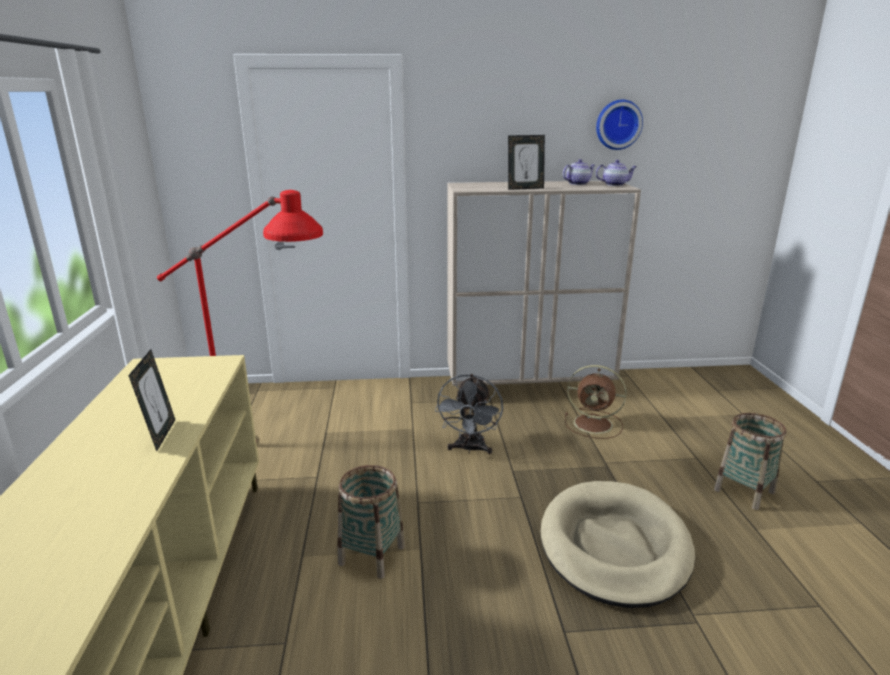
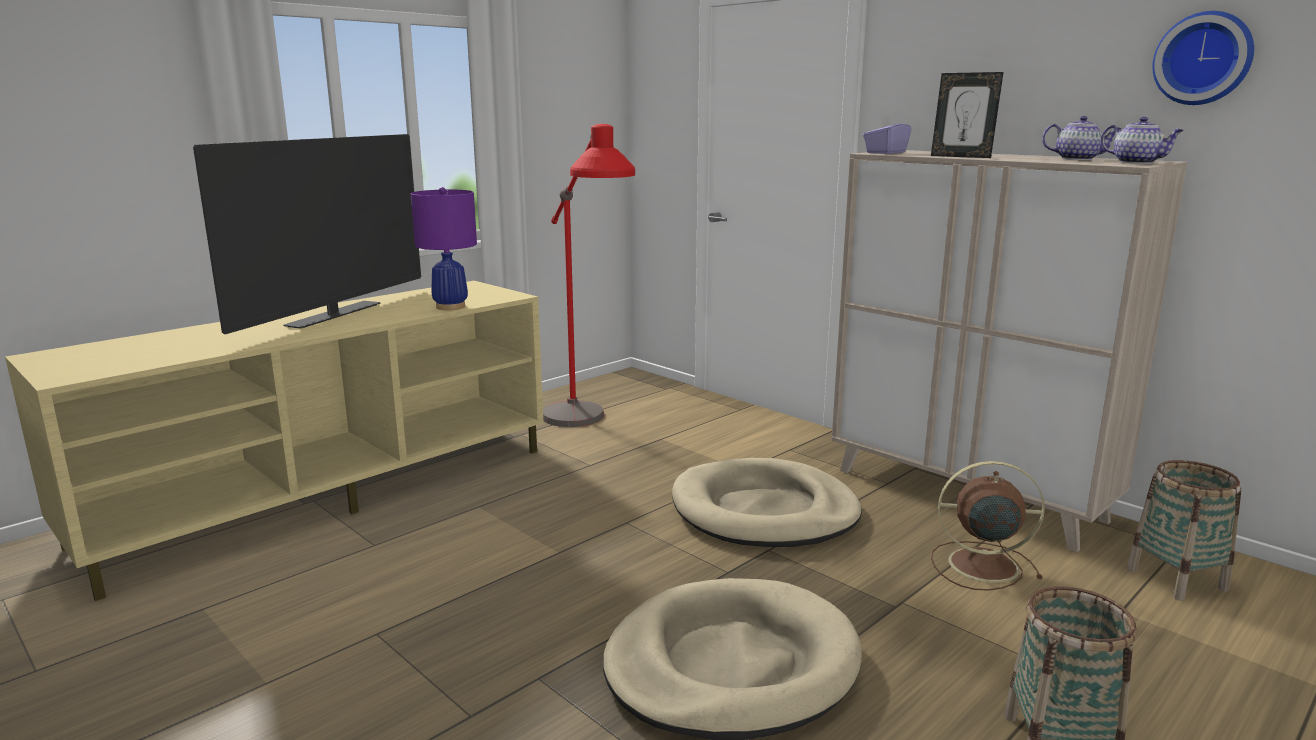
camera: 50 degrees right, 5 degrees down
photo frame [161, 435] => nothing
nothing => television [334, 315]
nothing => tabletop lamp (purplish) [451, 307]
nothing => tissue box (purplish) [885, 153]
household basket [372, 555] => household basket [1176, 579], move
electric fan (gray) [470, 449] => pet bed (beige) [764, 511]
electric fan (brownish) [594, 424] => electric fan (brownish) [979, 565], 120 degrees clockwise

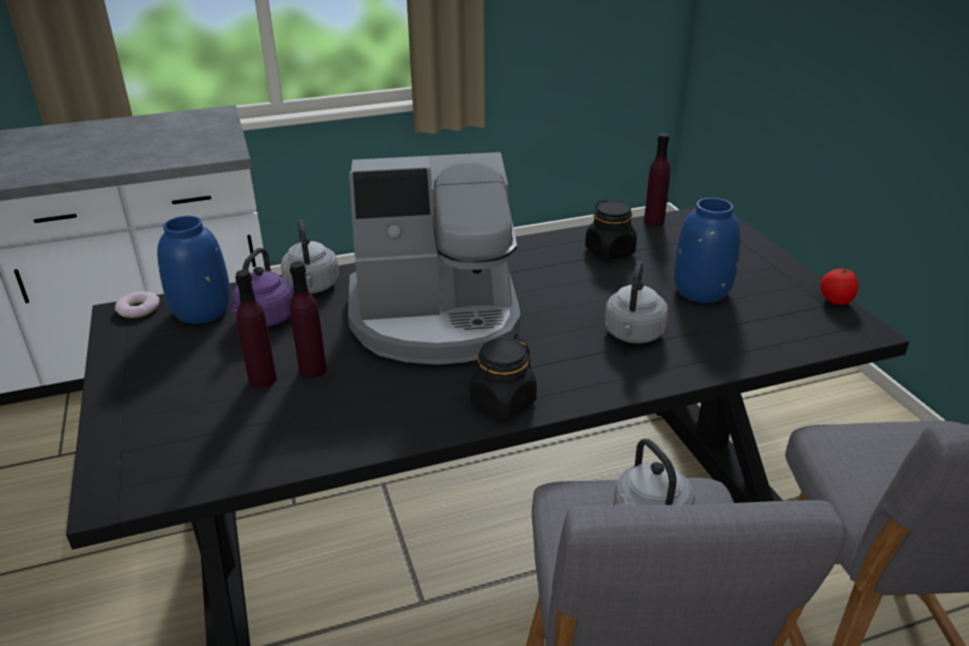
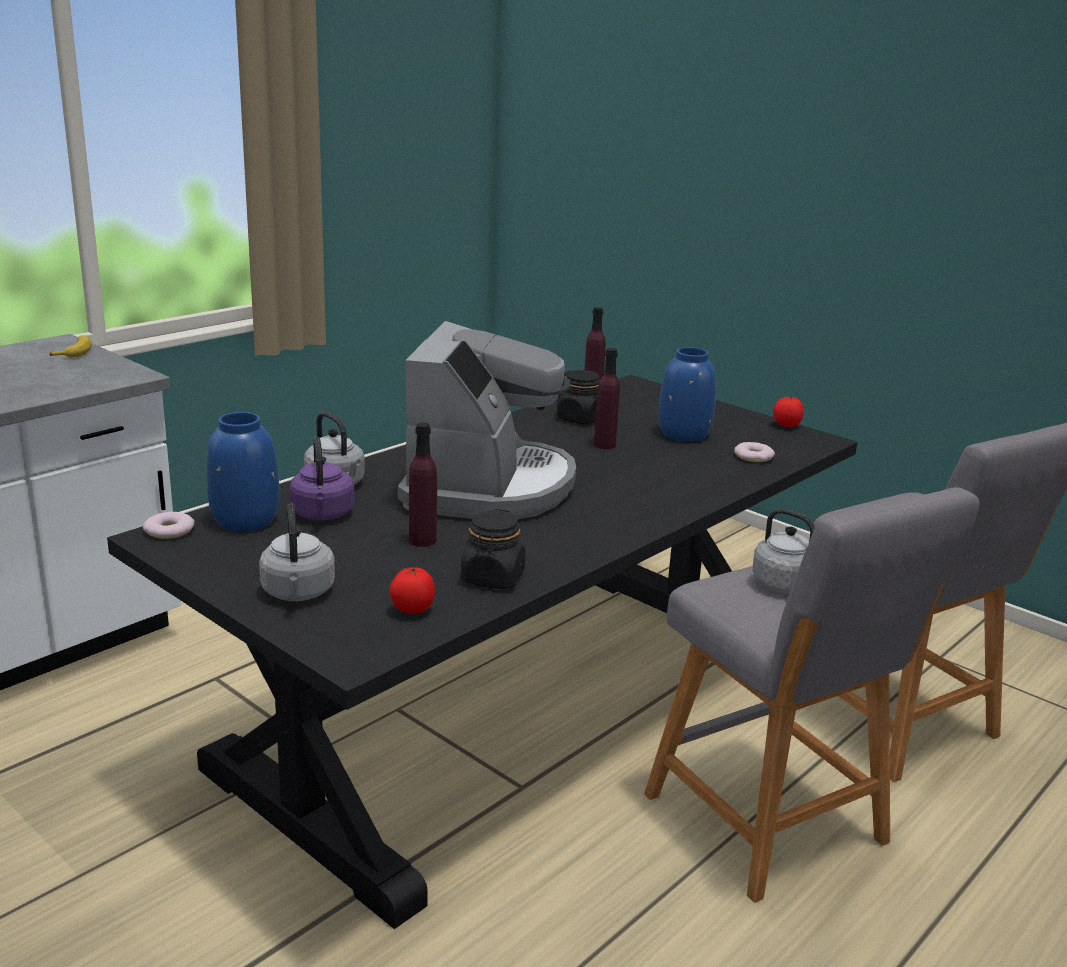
camera: 30 degrees left, 10 degrees down
nothing => banana [74, 352]
nothing => tomato [412, 610]
nothing => ring doughnut [753, 456]
bottle (purplish) [262, 379] => bottle (purplish) [604, 445], move
preserve jar (black) [502, 402] => preserve jar (black) [492, 578], move
tea kettle (gray) [633, 335] => tea kettle (gray) [298, 593], move
coffee machine [436, 318] => coffee machine [488, 487], 45 degrees counterclockwise

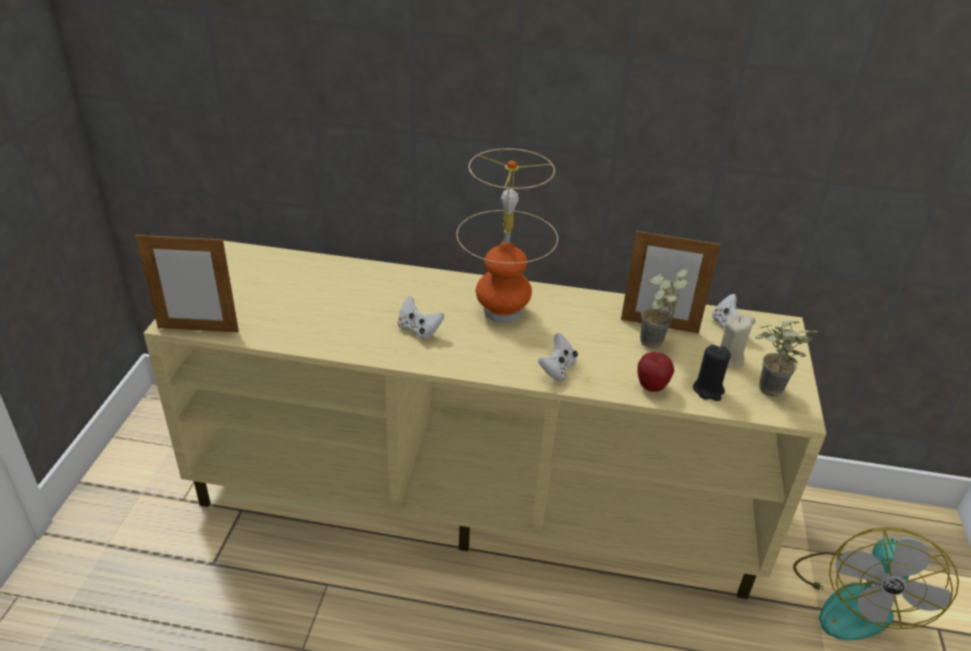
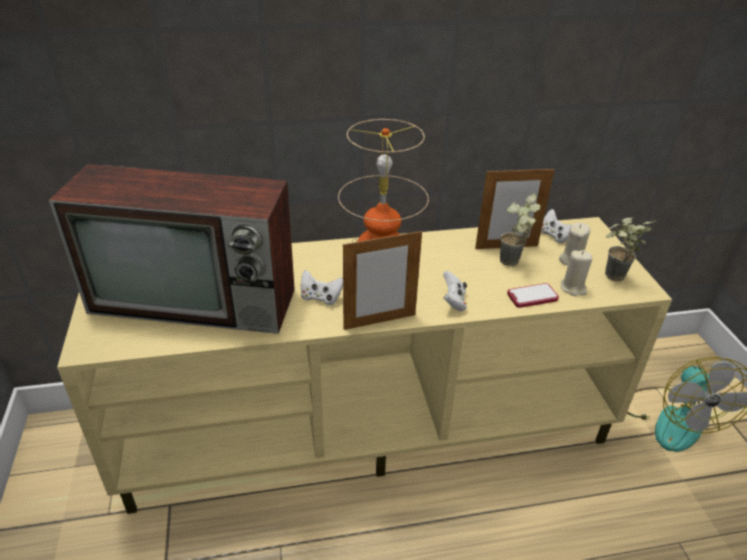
camera: 20 degrees left, 0 degrees up
nothing => television [198, 301]
photo frame [198, 329] => photo frame [379, 321], move
apple [651, 387] => phone [532, 297]
wax light (black) [708, 390] => wax light (beige) [573, 288]

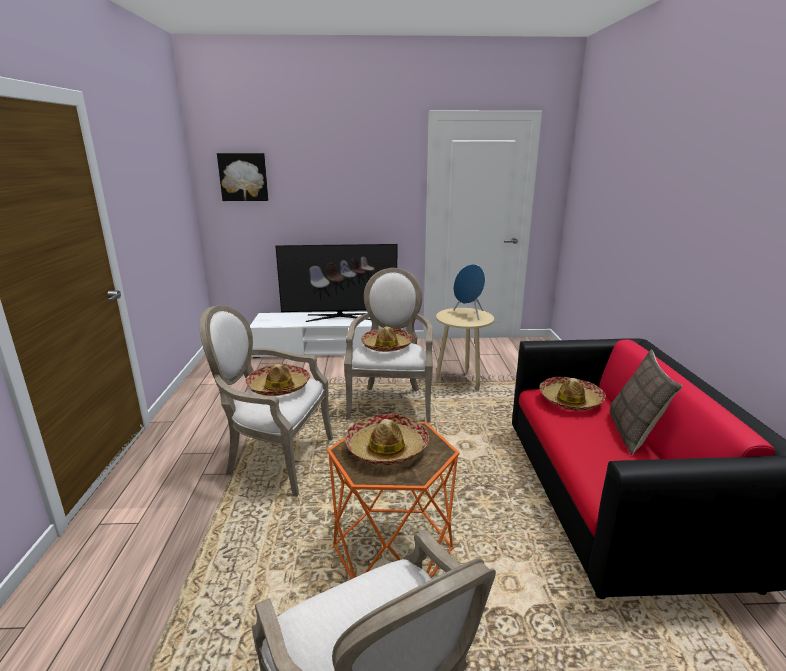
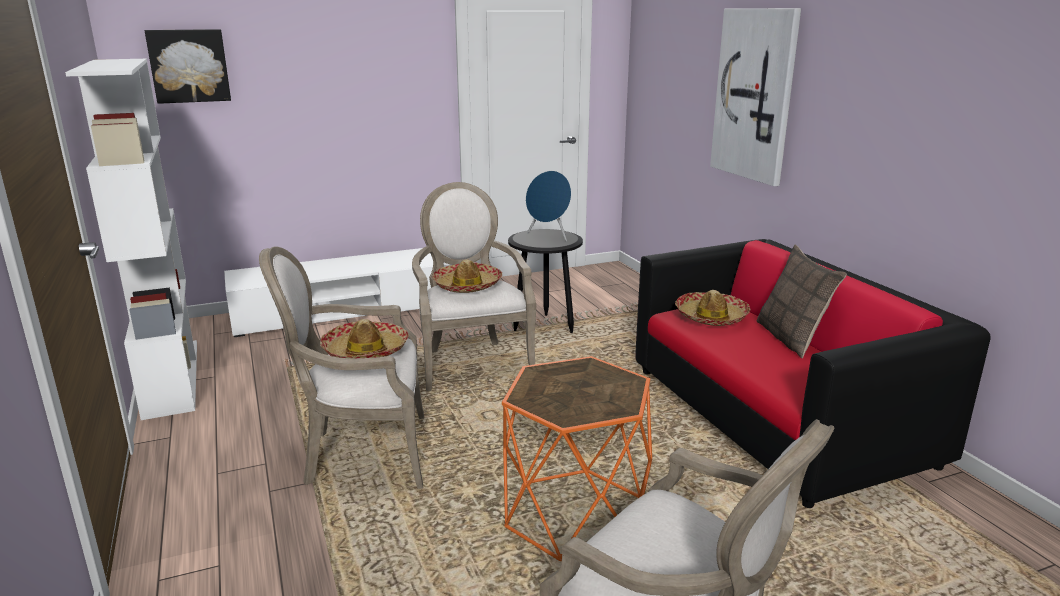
camera: 20 degrees left, 0 degrees up
television [339, 317] => nothing
hat [387, 448] => nothing
nothing => shelving unit (white) [170, 377]
nothing => wall art [755, 95]
end table (beige) [461, 381] => end table (black) [544, 325]

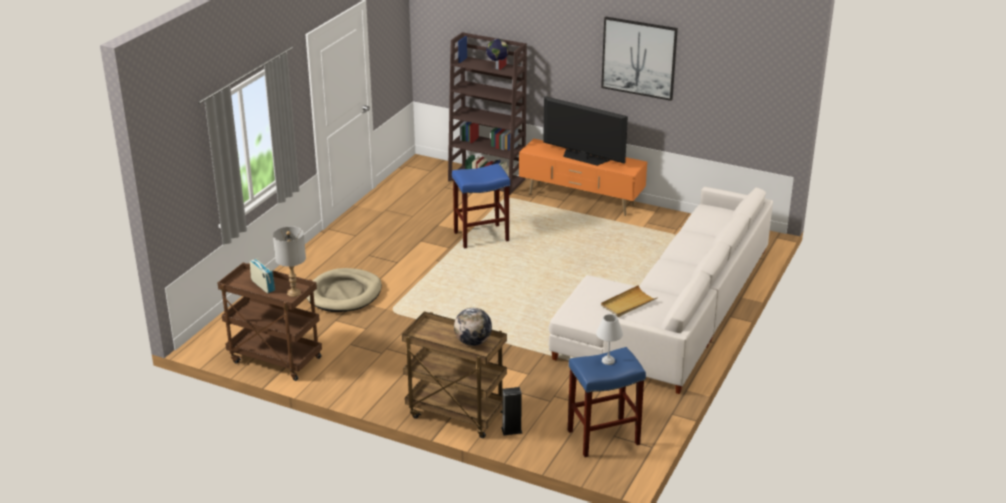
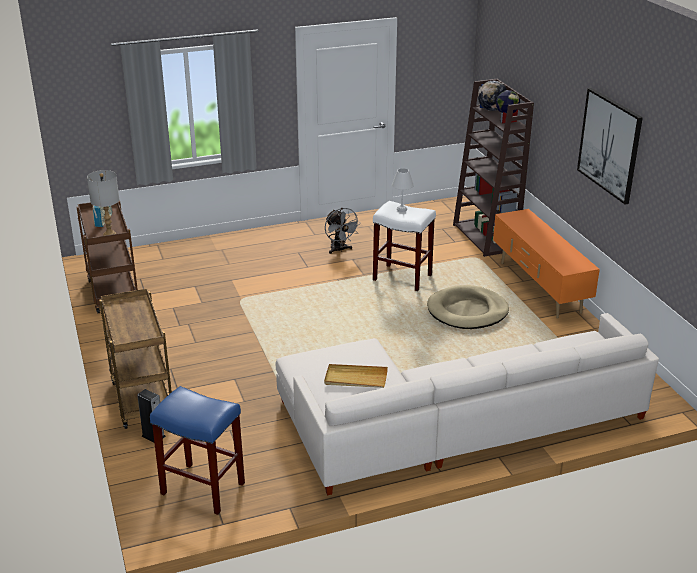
camera: 45 degrees right, 0 degrees up
television [584, 158] => nothing
nothing => electric fan (gray) [339, 250]
pet bed (beige) [344, 294] => pet bed (beige) [467, 311], move
desk globe [473, 342] => desk globe [491, 110], move
tabletop lamp (white) [608, 361] => tabletop lamp (white) [401, 209], move
stool (blue) [480, 237] => stool (white) [401, 278]

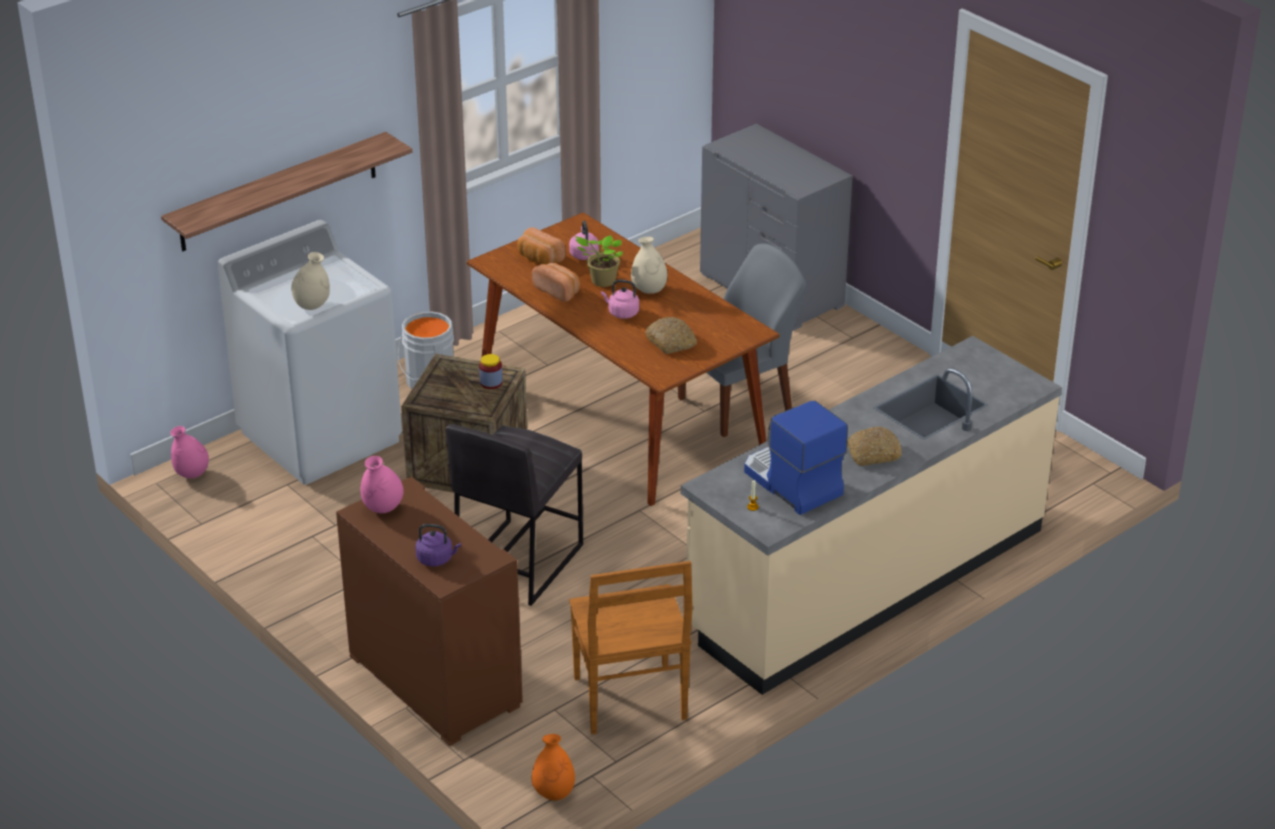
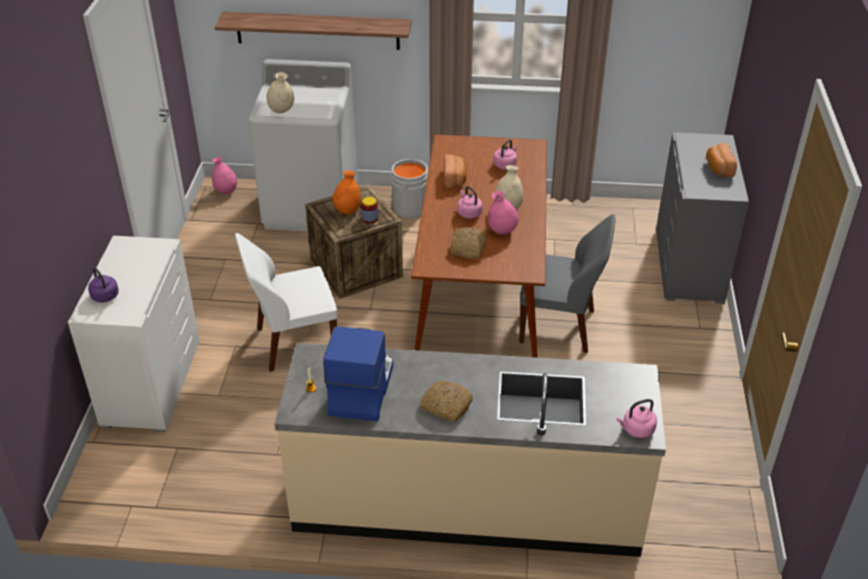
camera: 45 degrees right, 5 degrees up
chair (brownish) [630, 701] => nothing
plant in a pot [601, 281] => nothing
nothing => tea kettle (pink) [636, 430]
vase (pink) [382, 508] => vase (pink) [502, 231], move
bread [539, 258] => bread [718, 168], move
vase (orangey) [554, 793] => vase (orangey) [347, 210], move
stool (gray) [517, 562] => chair (white) [294, 343]
drawer chest (brownish) [433, 681] => drawer chest (white) [150, 383]

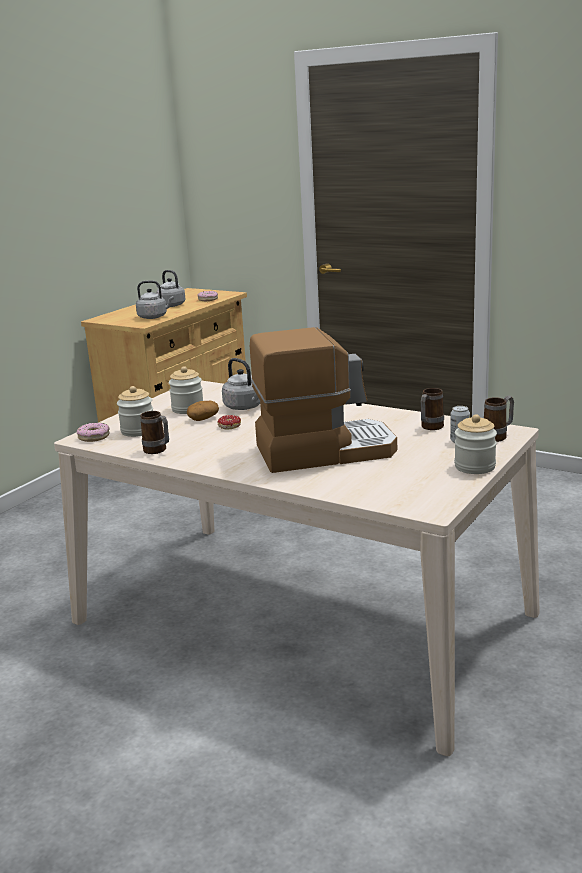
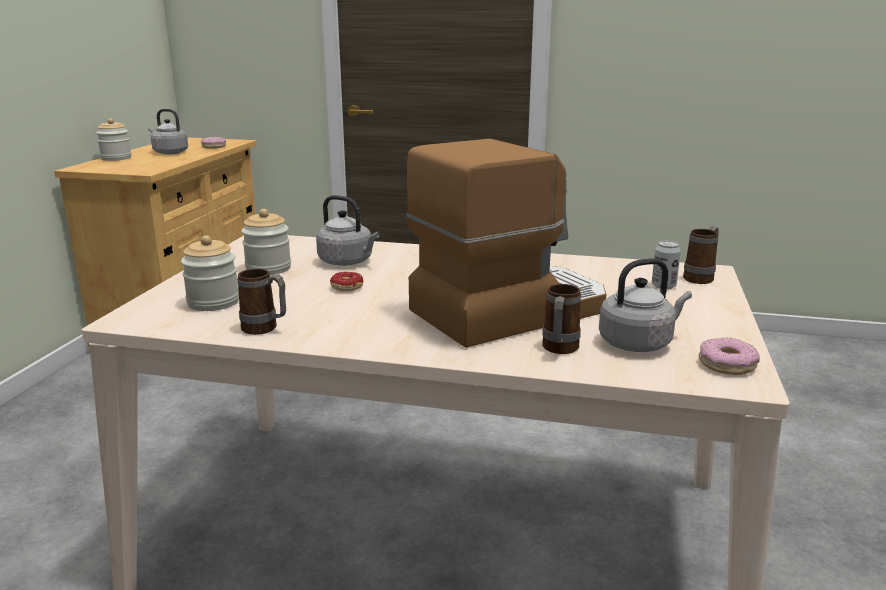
camera: 20 degrees left, 0 degrees up
spud [203, 418] => nothing
ring doughnut [94, 437] => ring doughnut [726, 364], move
tea kettle (gray) [154, 317] => tea kettle (gray) [638, 343], move
tea mug [430, 428] => tea mug [558, 350], move
preserve jar [474, 467] => preserve jar [116, 158], move

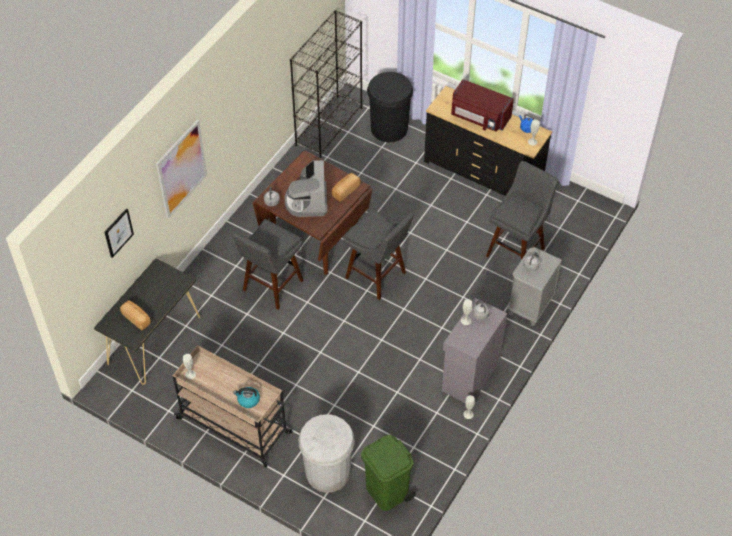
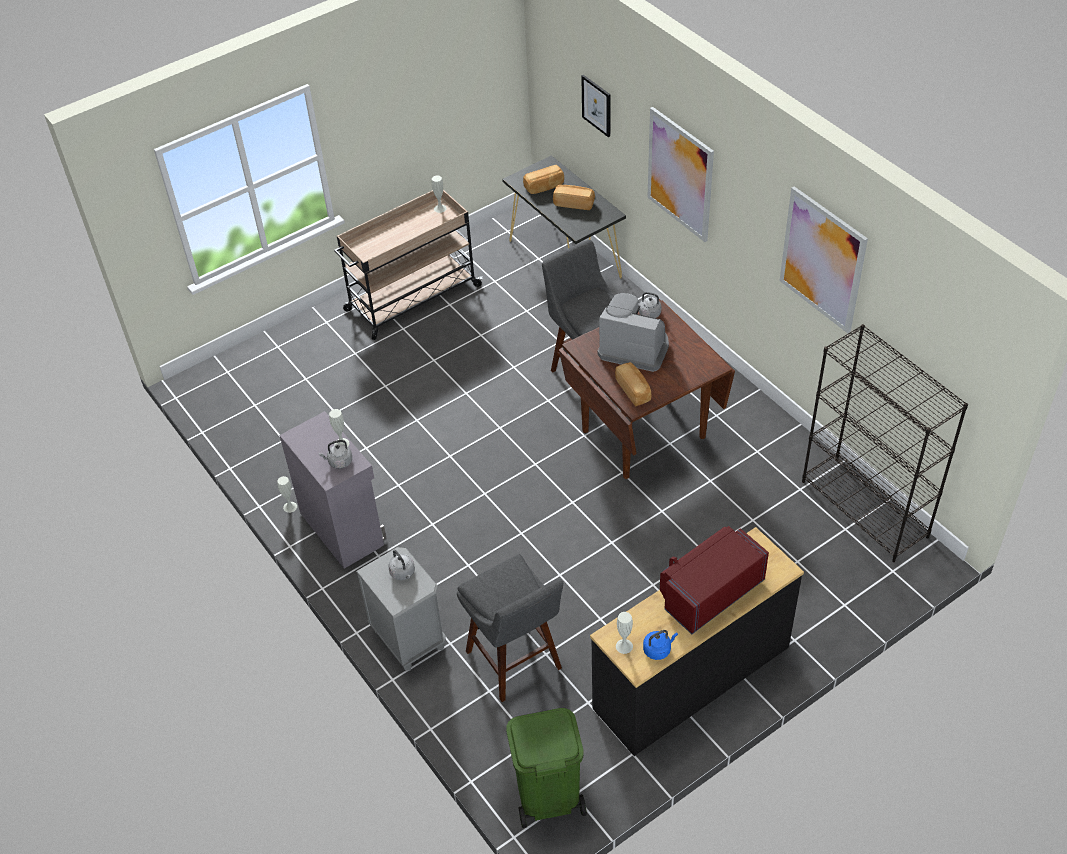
camera: 115 degrees right, 5 degrees down
tea kettle [248, 400] => nothing
trash can (white) [328, 472] => nothing
stool (gray) [378, 277] => nothing
trash can (black) [389, 128] => nothing
nothing => bread [574, 203]
nothing => wall art [822, 260]
trash can (greenish) [387, 492] => trash can (greenish) [547, 796], move

